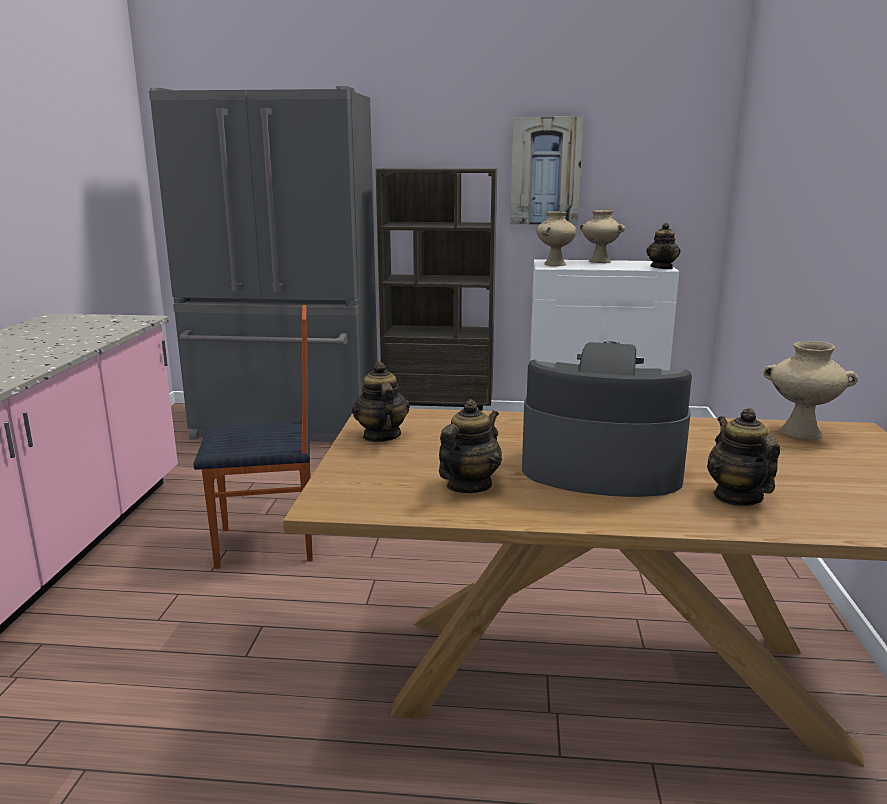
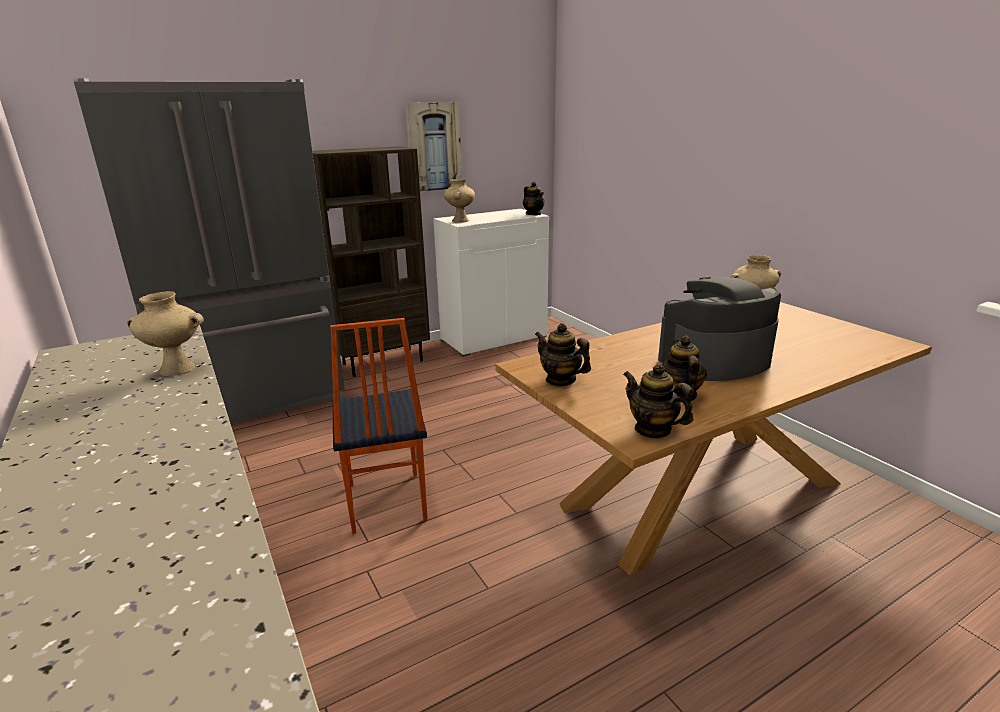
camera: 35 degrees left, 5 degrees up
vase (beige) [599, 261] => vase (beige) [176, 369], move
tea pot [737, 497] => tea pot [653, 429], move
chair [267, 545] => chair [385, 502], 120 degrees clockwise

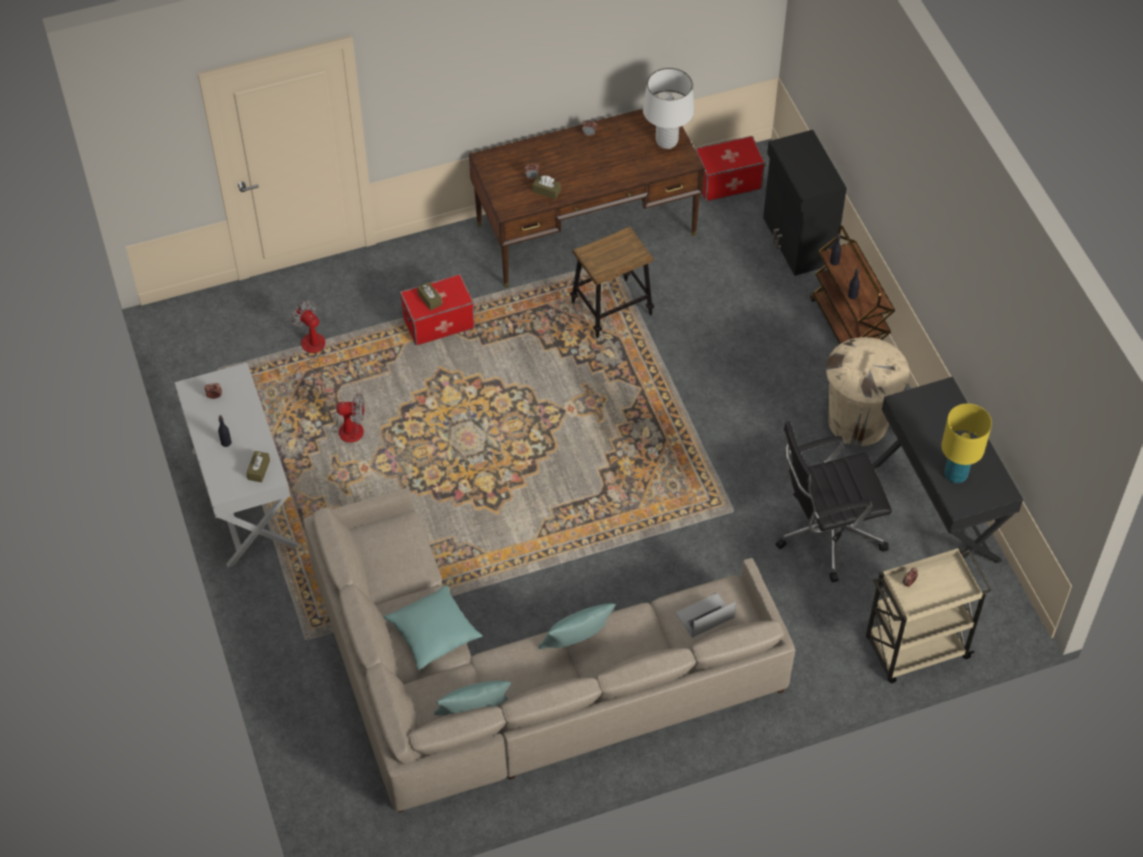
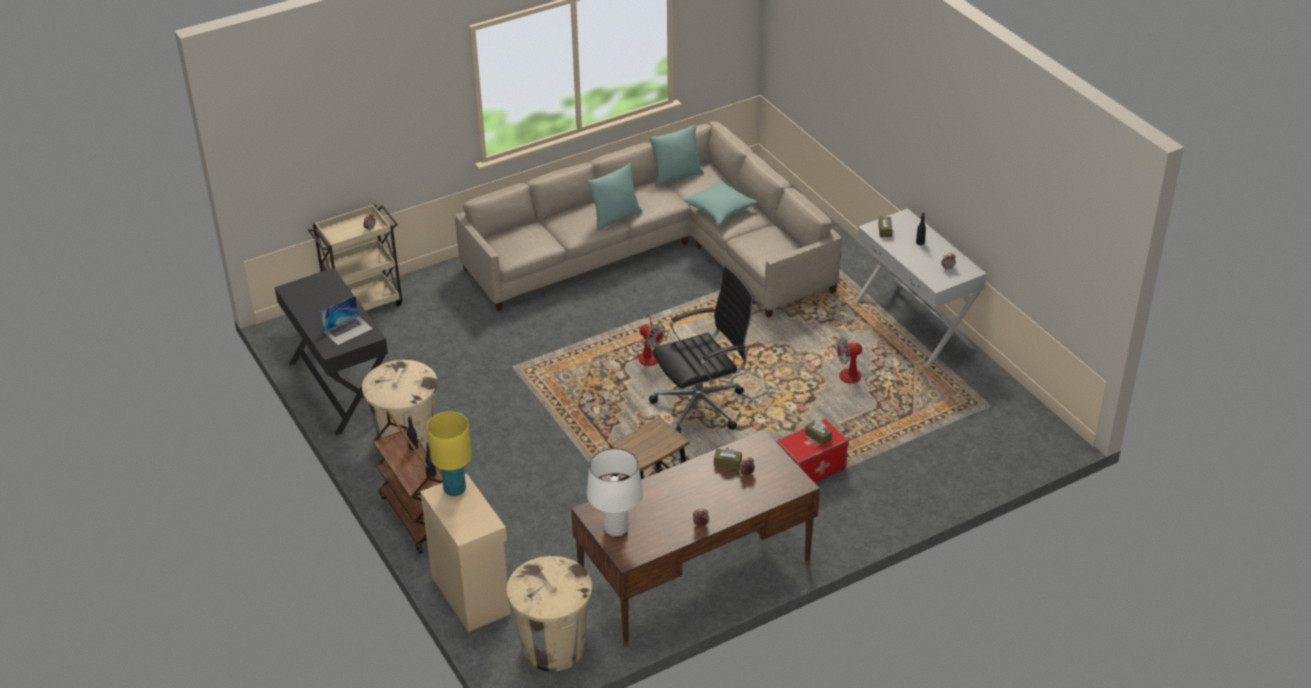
camera: 170 degrees right, 15 degrees down
electric fan [310, 351] => electric fan [649, 354], move
notebook computer [704, 615] => notebook computer [348, 330], move
desk chair (black) [826, 534] => desk chair (black) [702, 405], move
tabletop lamp (yellow-coloured) [955, 475] => tabletop lamp (yellow-coloured) [454, 489], move
storage box [727, 181] => trash can (beige) [553, 648]
storage cabinet (black) [797, 241] => storage cabinet (beige) [471, 594]

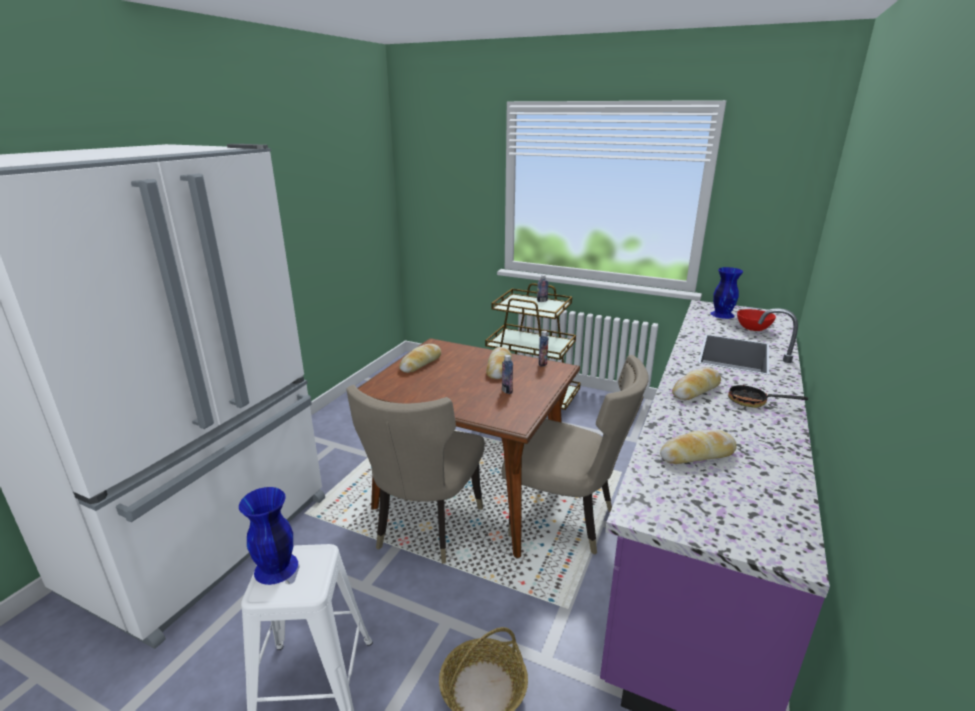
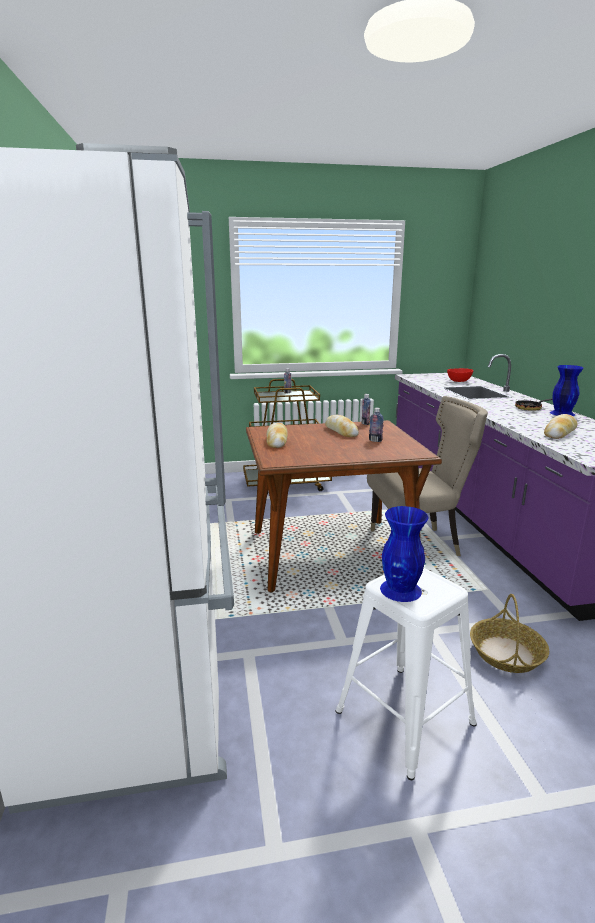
camera: 35 degrees left, 5 degrees down
chair (beige) [424, 529] => nothing
bread [696, 389] => nothing
vase (blue) [722, 314] => vase (blue) [561, 413], move

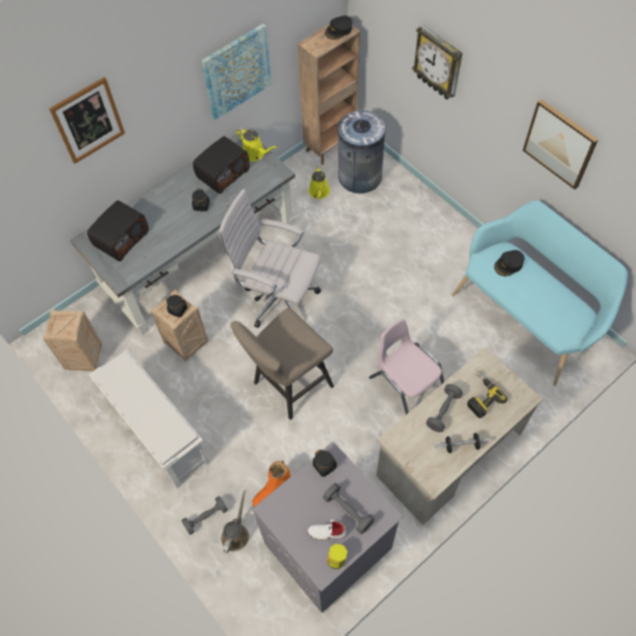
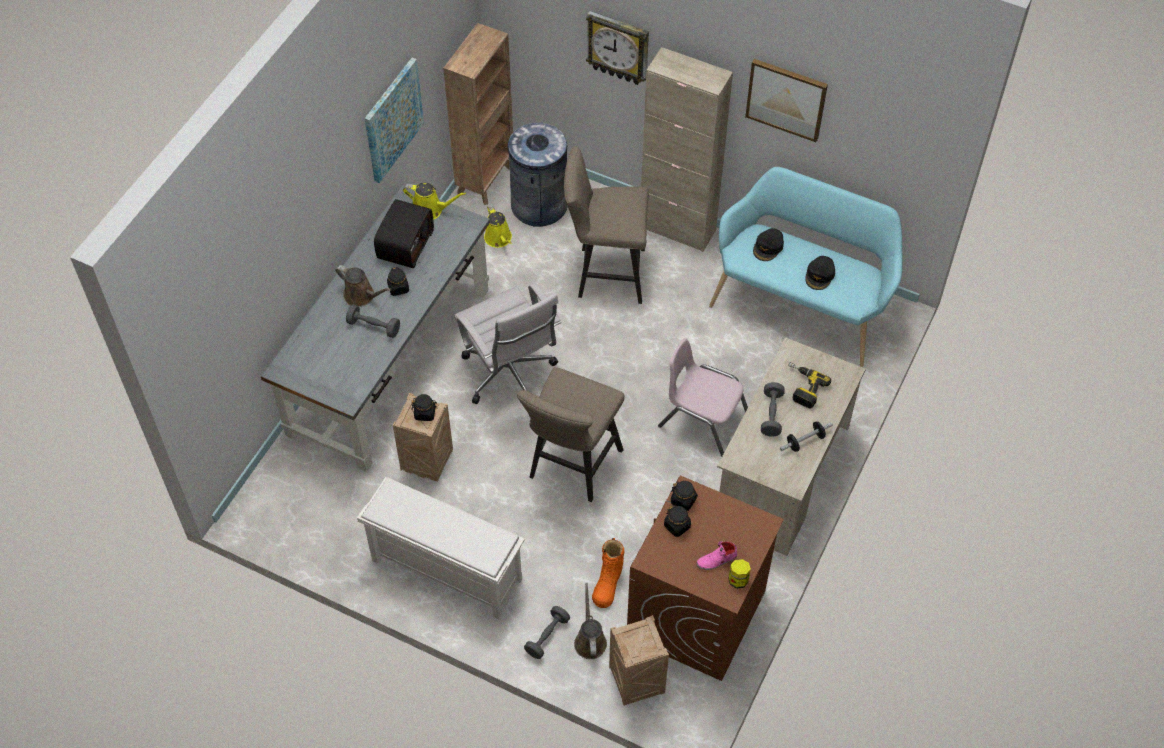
camera: 25 degrees left, 5 degrees down
wall art [88, 120] => nothing
radio receiver [121, 239] => nothing
nothing => watering can (brownish) [361, 296]
nothing => stool (beige) [605, 274]
nothing => storage cabinet (beige) [677, 229]
nothing => preserve jar (black) [677, 526]
shipping crate [84, 358] => shipping crate [635, 682], move
hand weight (gray) [348, 511] => hand weight (gray) [374, 327], move
cap (black) [339, 30] => cap (black) [820, 275], move
laundry machine (gray) [327, 547] => laundry machine (brownish) [696, 615]
item of footwear (white) [327, 533] => item of footwear (pink) [717, 560]
desk chair (white) [278, 299] => desk chair (white) [510, 376], 120 degrees counterclockwise

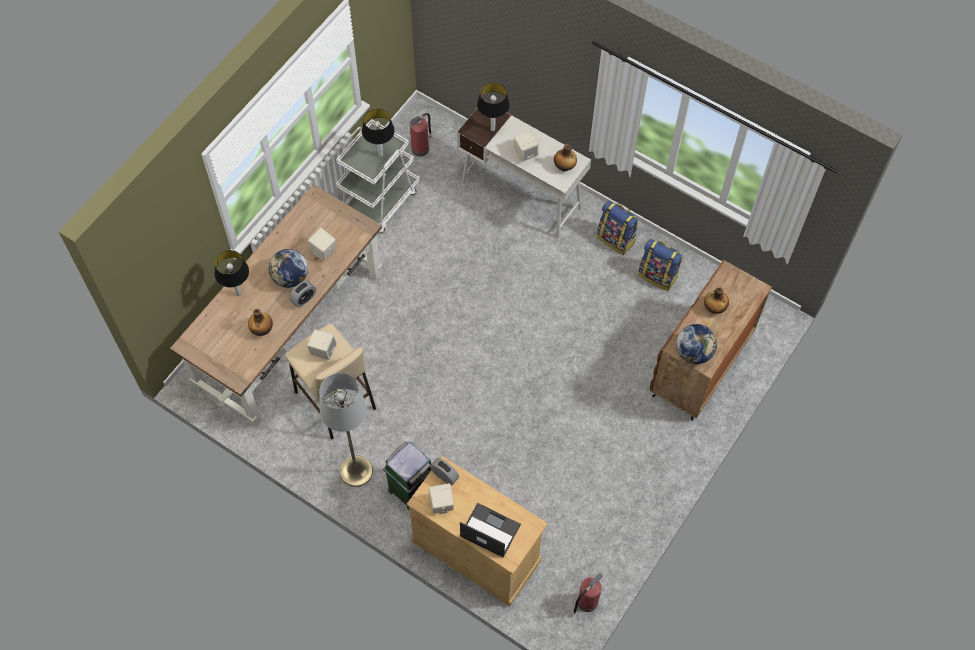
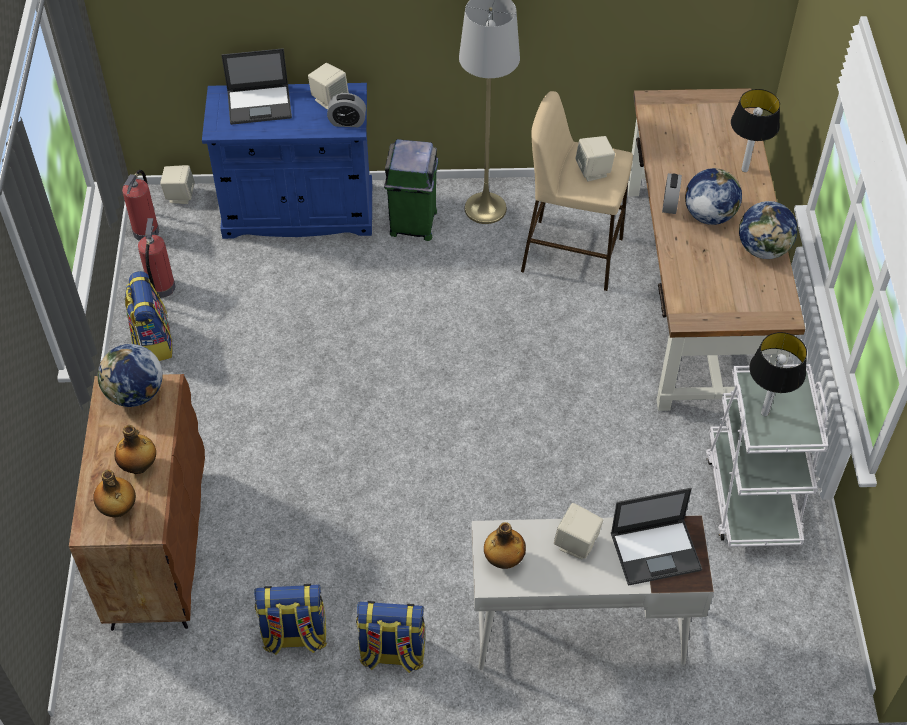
camera: 145 degrees right, 10 degrees down
nothing => knapsack [152, 341]
nothing => desk globe [763, 249]
bottle [262, 330] => bottle [118, 509], move
loudspeaker (beige) [323, 251] => loudspeaker (beige) [180, 195], move
extinguisher [421, 148] => extinguisher [161, 288], move
tabletop lamp [492, 129] => notebook computer [656, 551]
storage cabinet (beige) [476, 550] => storage cabinet (blue) [298, 211]

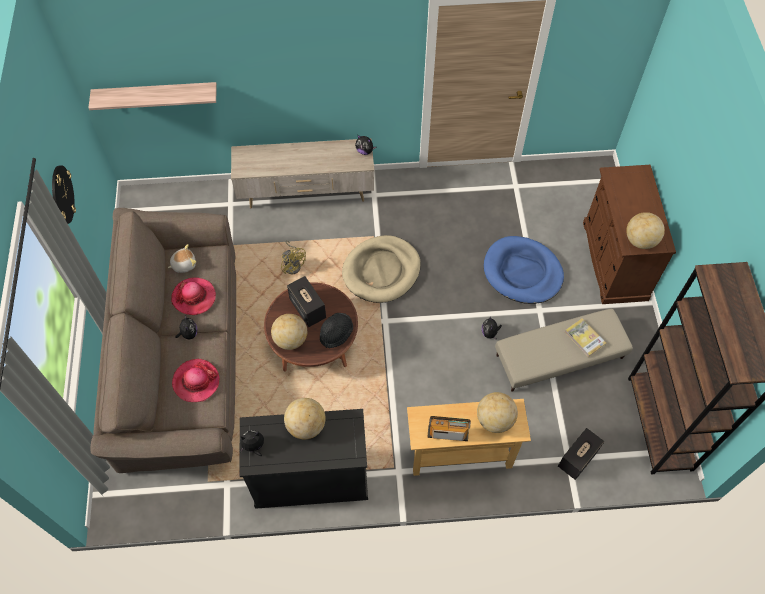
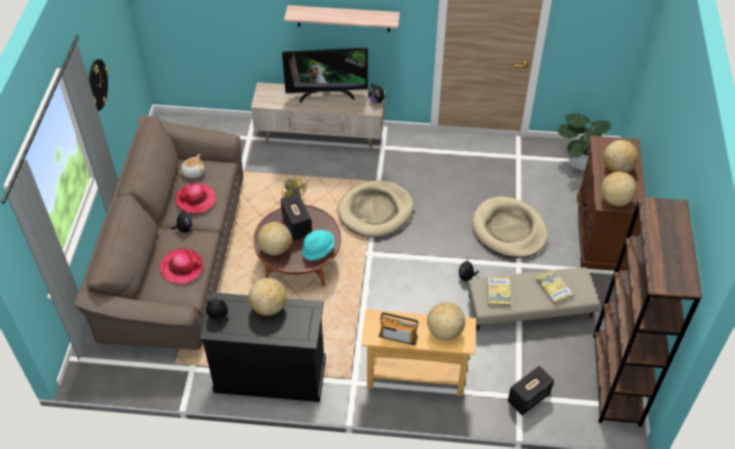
camera: 10 degrees right, 10 degrees down
nothing => television [326, 94]
nothing => volume [498, 292]
nothing => plant in a pot [580, 163]
nothing => desk globe [617, 168]
shelf [156, 95] => shelf [343, 18], move
hat (black) [336, 333] => hat (turquoise-coloured) [318, 249]
pet bed (blue) [522, 272] => pet bed (beige) [509, 230]

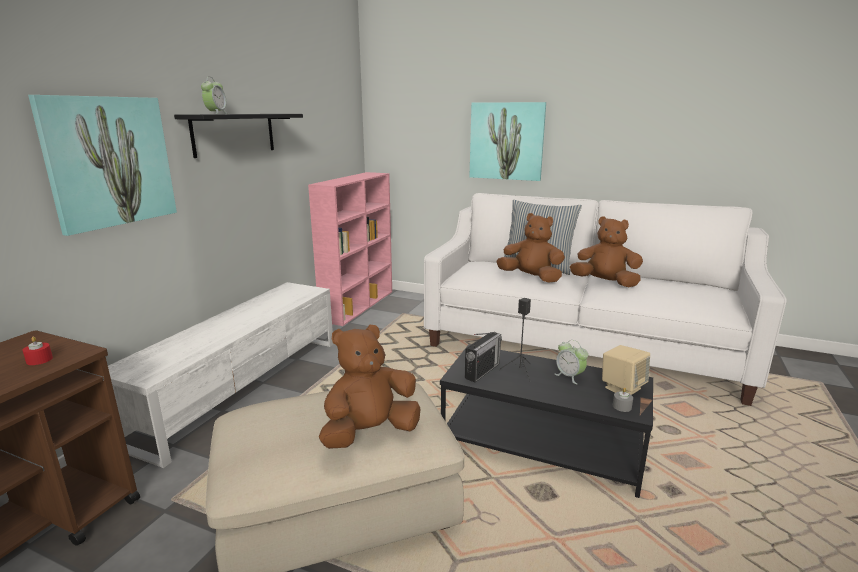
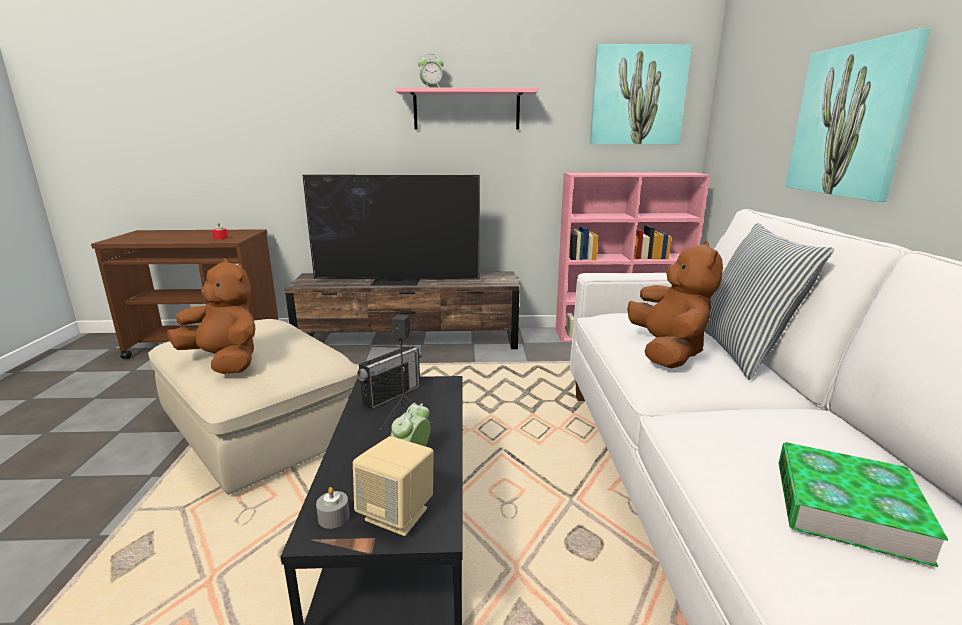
camera: 65 degrees right, 0 degrees up
soft toy (brownish) [605, 283] => nothing
nothing => television [396, 281]
nothing => volume [846, 508]
wall art [110, 162] => wall art [638, 96], move
tv unit (white) [243, 386] => tv unit (brownish) [410, 340]
shelf (black) [234, 134] => shelf (pink) [466, 110]
radio receiver [482, 371] => radio receiver [391, 395], 60 degrees counterclockwise

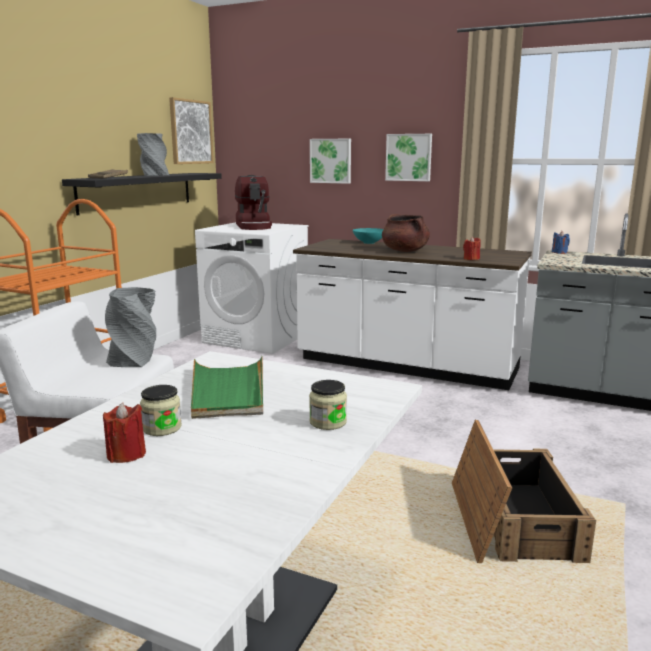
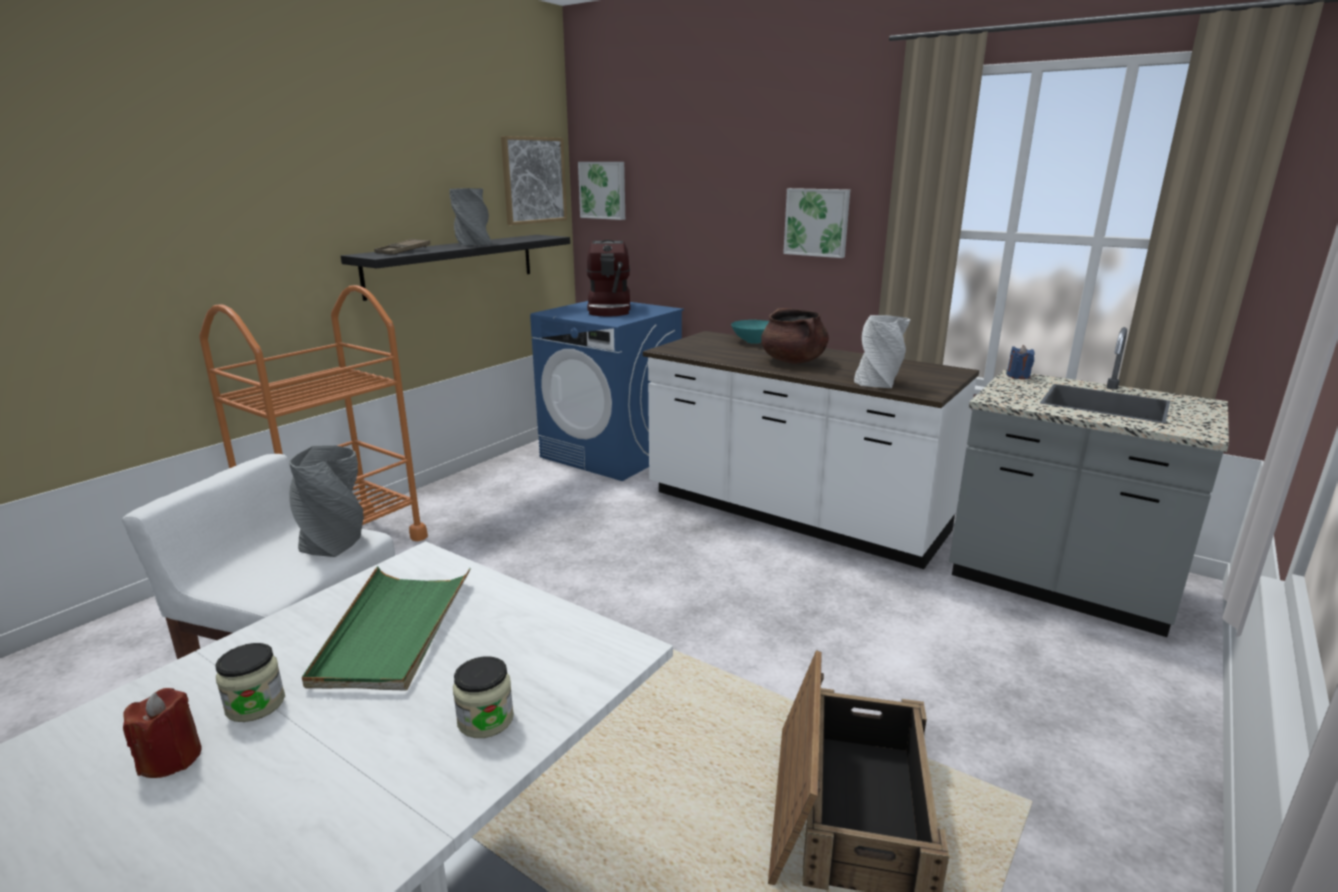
camera: 10 degrees right, 5 degrees up
wall art [331, 161] => wall art [603, 190], move
wax light (red) [471, 259] => vase (gray) [878, 383]
laundry machine (white) [257, 338] => laundry machine (blue) [612, 453]

